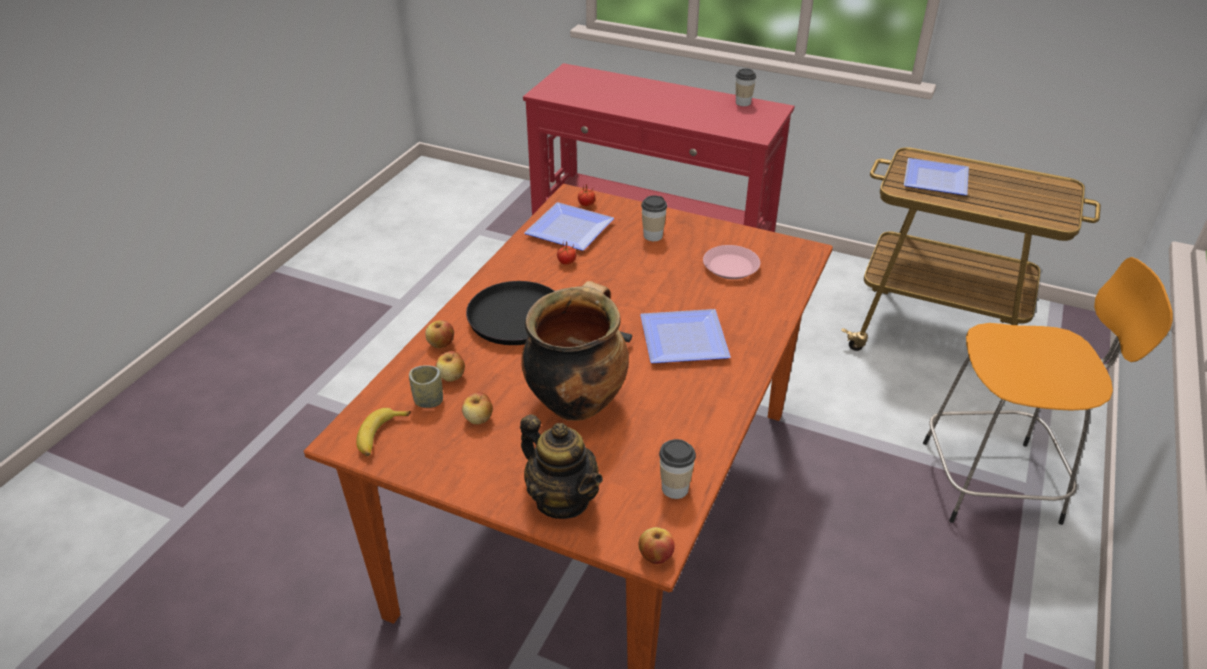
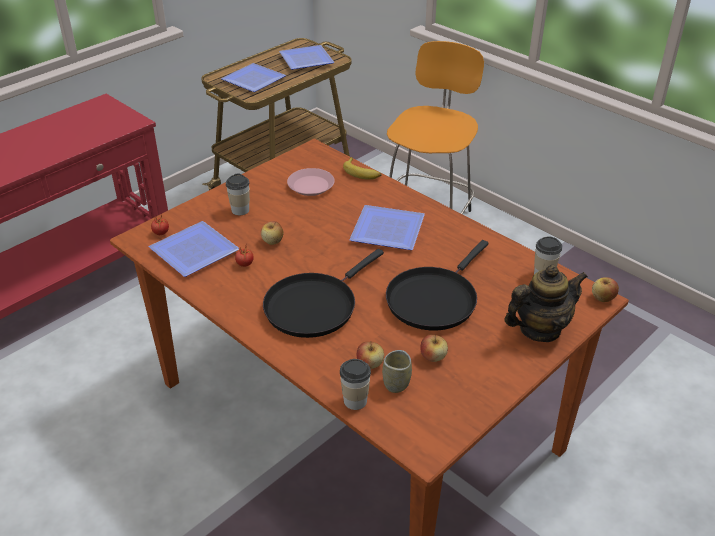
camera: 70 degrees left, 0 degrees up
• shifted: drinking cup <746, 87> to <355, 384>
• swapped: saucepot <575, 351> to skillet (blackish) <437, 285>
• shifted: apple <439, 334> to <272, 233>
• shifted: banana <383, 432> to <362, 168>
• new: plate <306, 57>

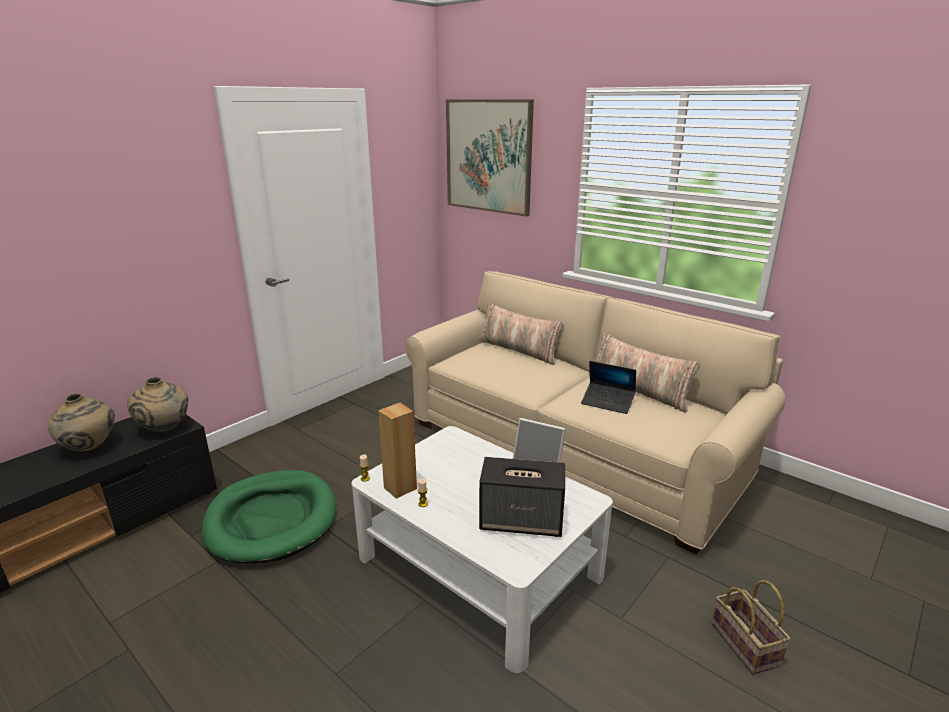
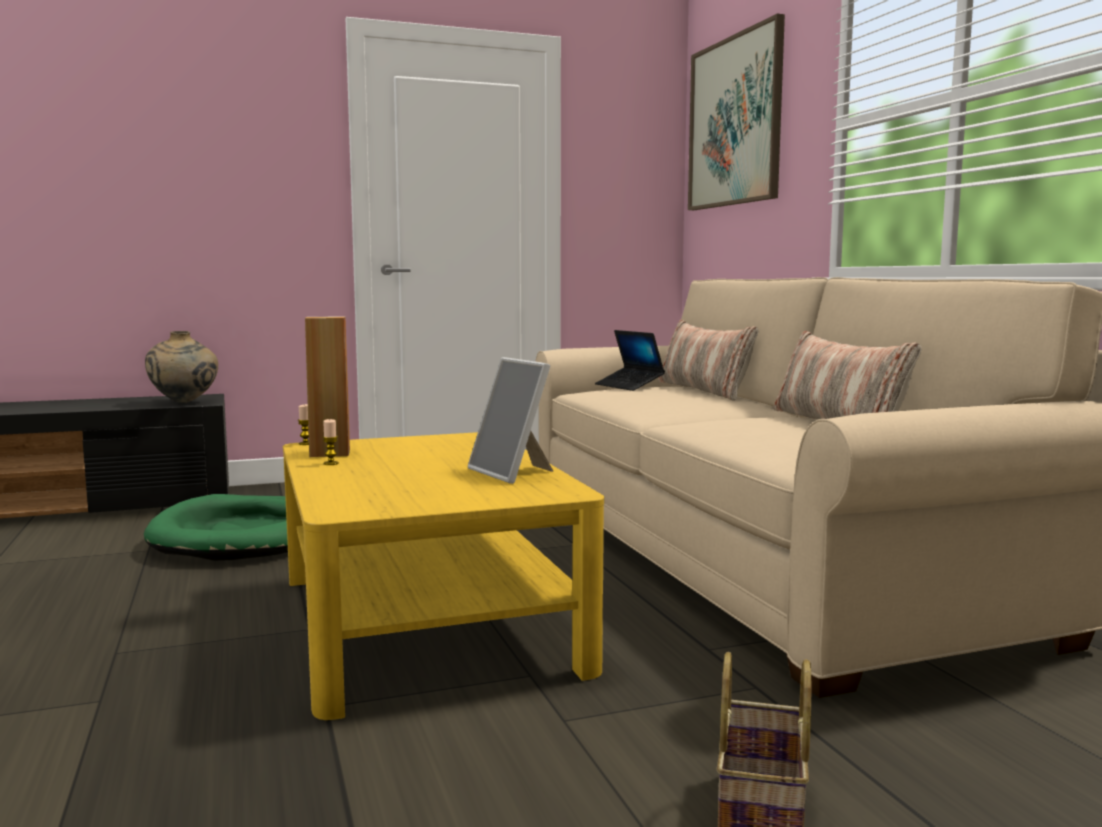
camera: 30 degrees right, 15 degrees down
• shifted: notebook computer <608, 387> to <630, 360>
• gone: decorative vase (sand-coloured) <81, 422>
• repainted: low table (white) <482, 549> to low table (yellow-coloured) <443, 576>
• gone: speaker <522, 497>

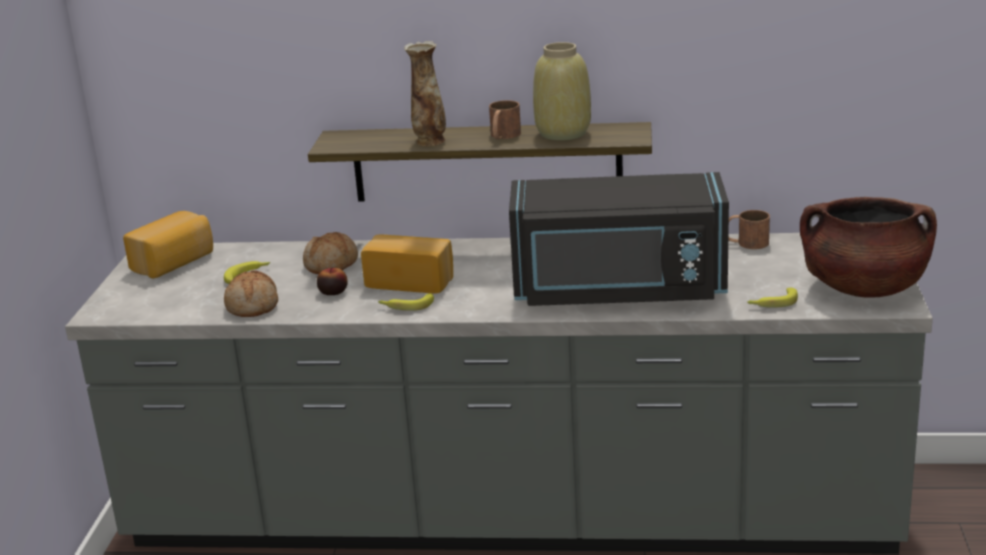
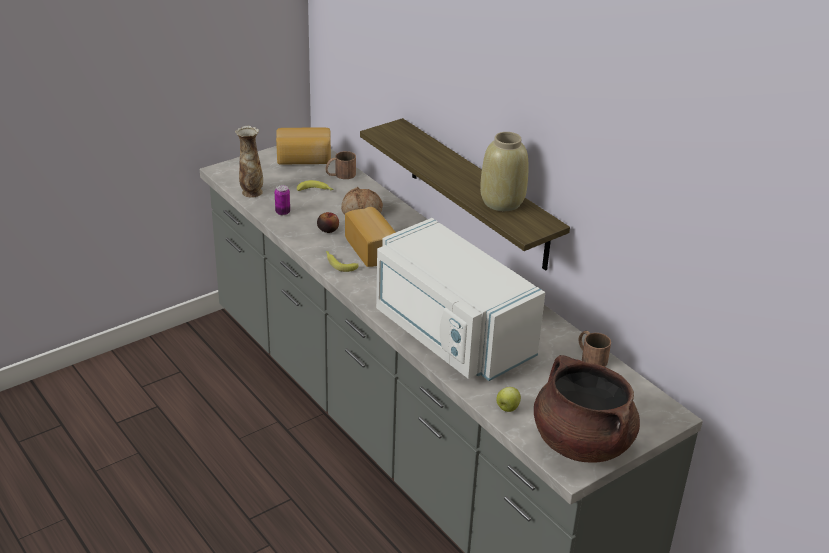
camera: 45 degrees right, 10 degrees up
• shifted: decorative vase <425, 93> to <249, 162>
• shifted: coffee mug (brownish) <505, 120> to <341, 165>
• repainted: kitchen microwave (blackish) <619, 239> to kitchen microwave (white) <460, 299>
• swapped: bread <251, 293> to sealed can <282, 200>
• swapped: banana <772, 298> to apple <508, 399>

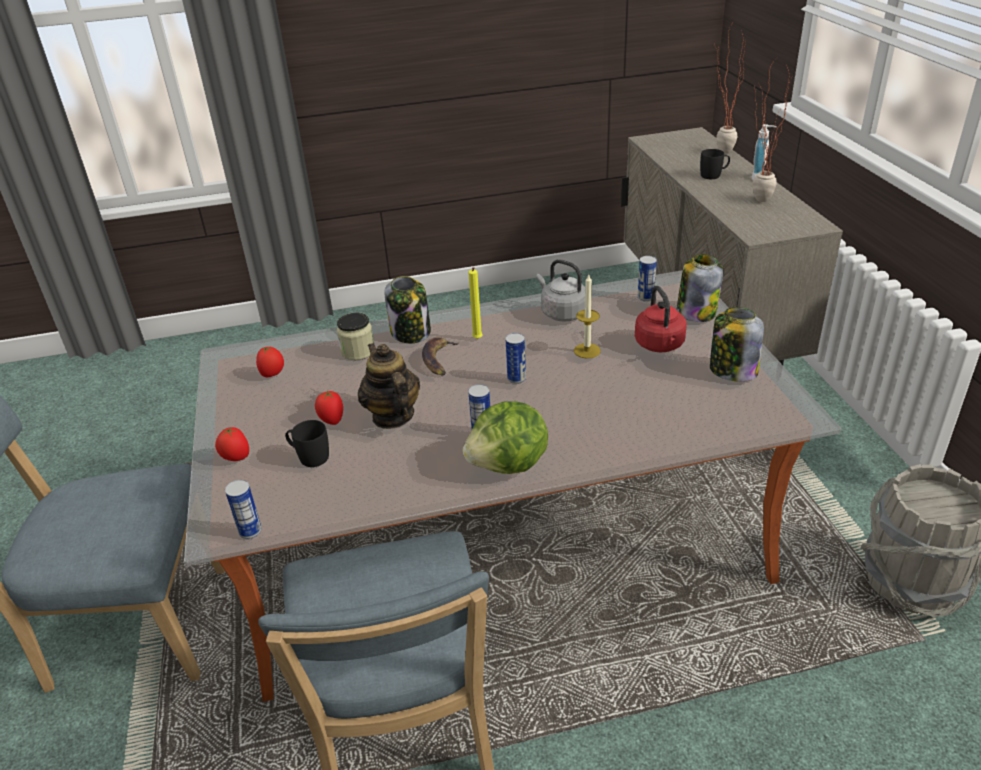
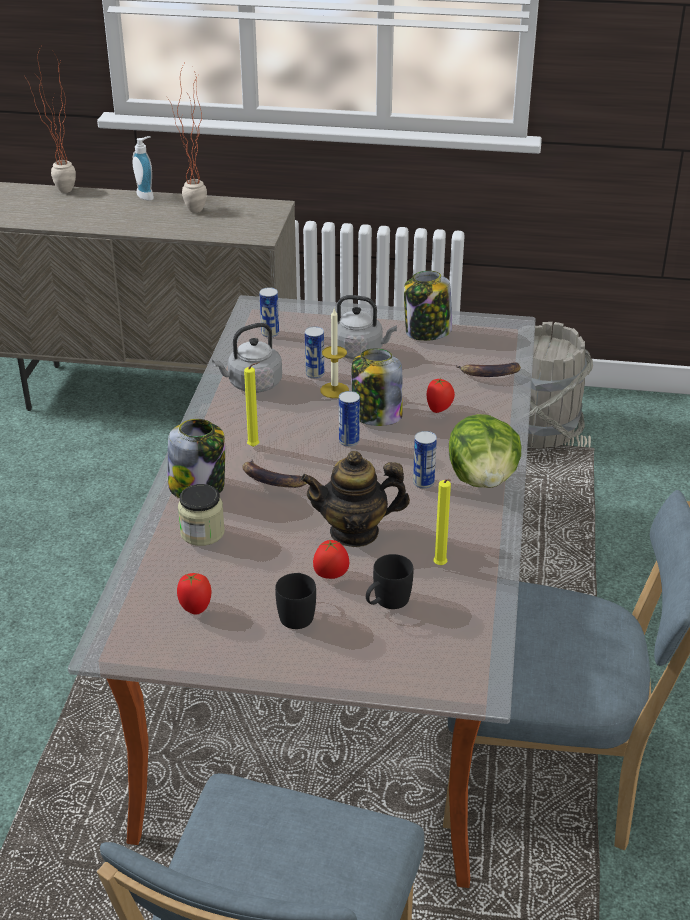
camera: 70 degrees left, 0 degrees up
• shifted: coffee mug (blackish) <715, 164> to <295, 601>
• shifted: storage jar <700, 288> to <377, 387>
• repainted: kettle (red) <661, 319> to kettle (greyish) <367, 327>
• shifted: tomato <232, 443> to <441, 395>
• shifted: sealed can <243, 509> to <314, 352>
• new: banana <488, 369>
• new: wax candle (yellow-coloured) <442, 522>

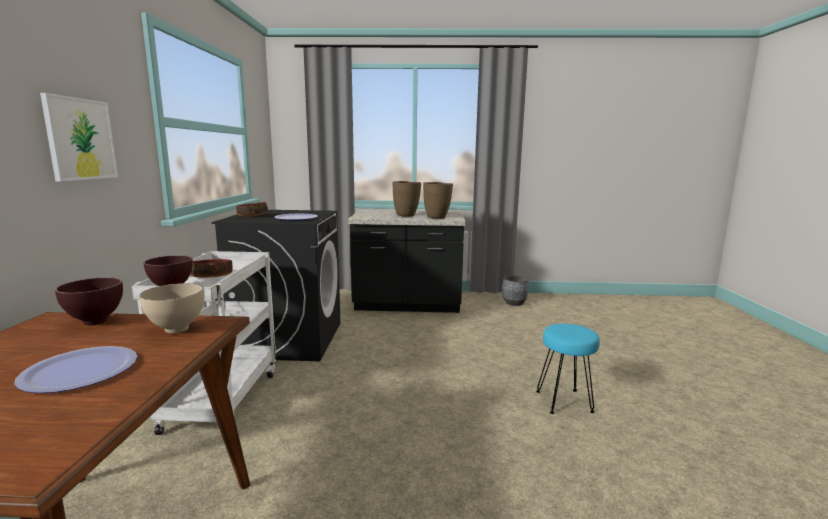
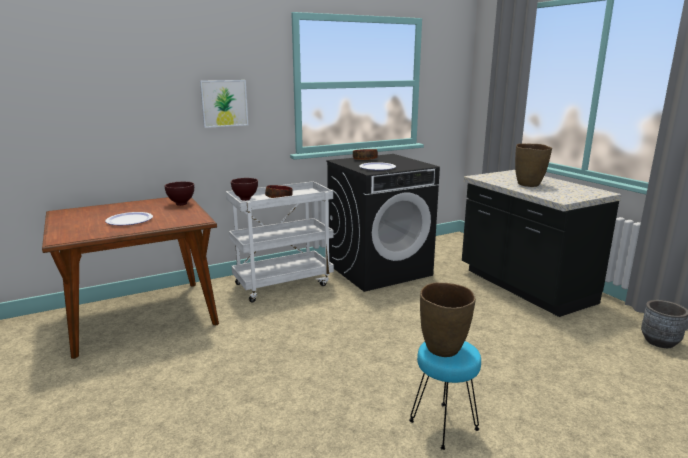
camera: 60 degrees right, 5 degrees up
• shifted: decorative vase (brownish) <438, 200> to <448, 319>
• gone: bowl (sand-coloured) <172, 308>

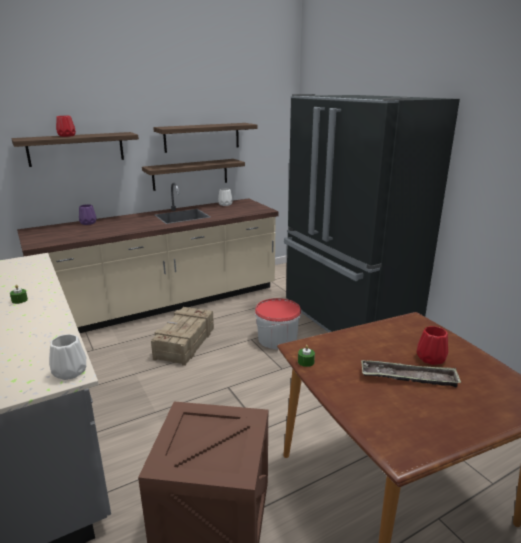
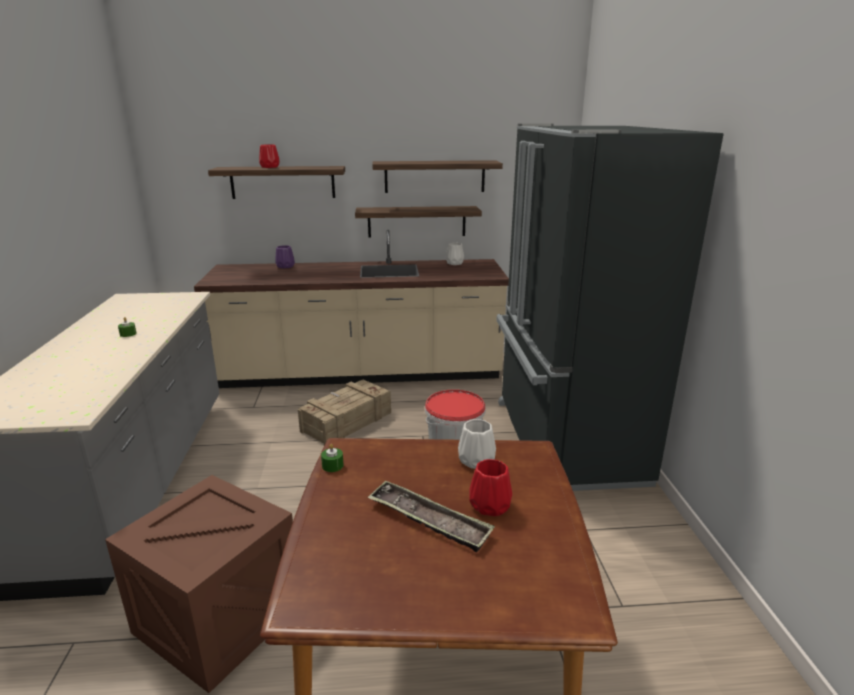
camera: 25 degrees right, 0 degrees up
• shifted: decorative vase (white) <67, 357> to <477, 444>

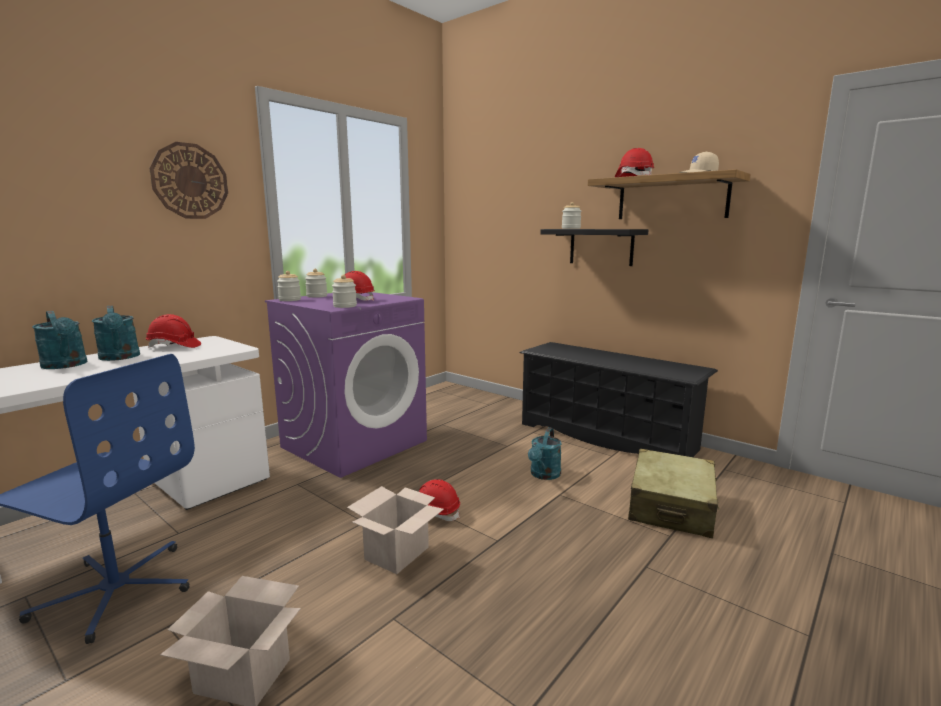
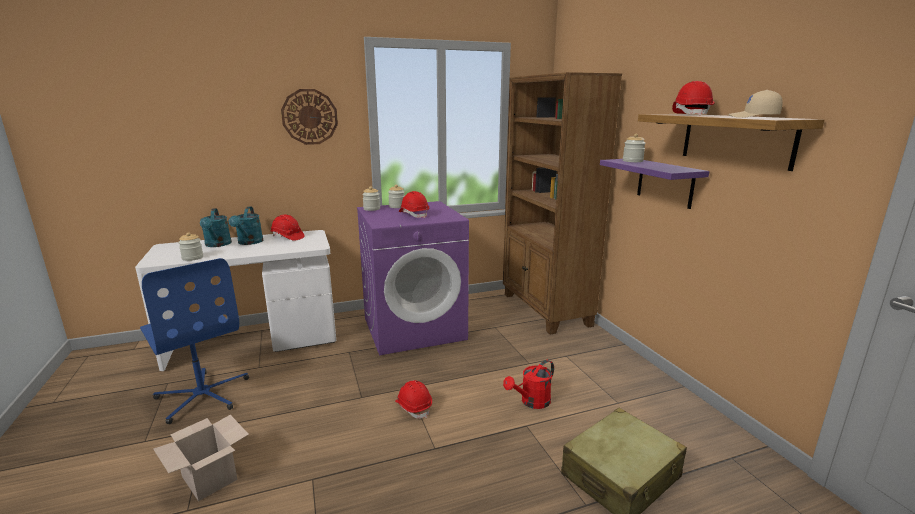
camera: 30 degrees right, 5 degrees up
• repainted: bracket shelf (blackish) <594, 247> to bracket shelf (purple) <654, 184>
• shifted: storage jar <344, 291> to <190, 246>
• gone: shoe shelf (blackish) <618, 399>
• repainted: sprinkling can (blue-green) <545, 453> to sprinkling can (red) <528, 384>
• gone: packing box <395, 530>
• new: bookcase (brownish) <562, 203>

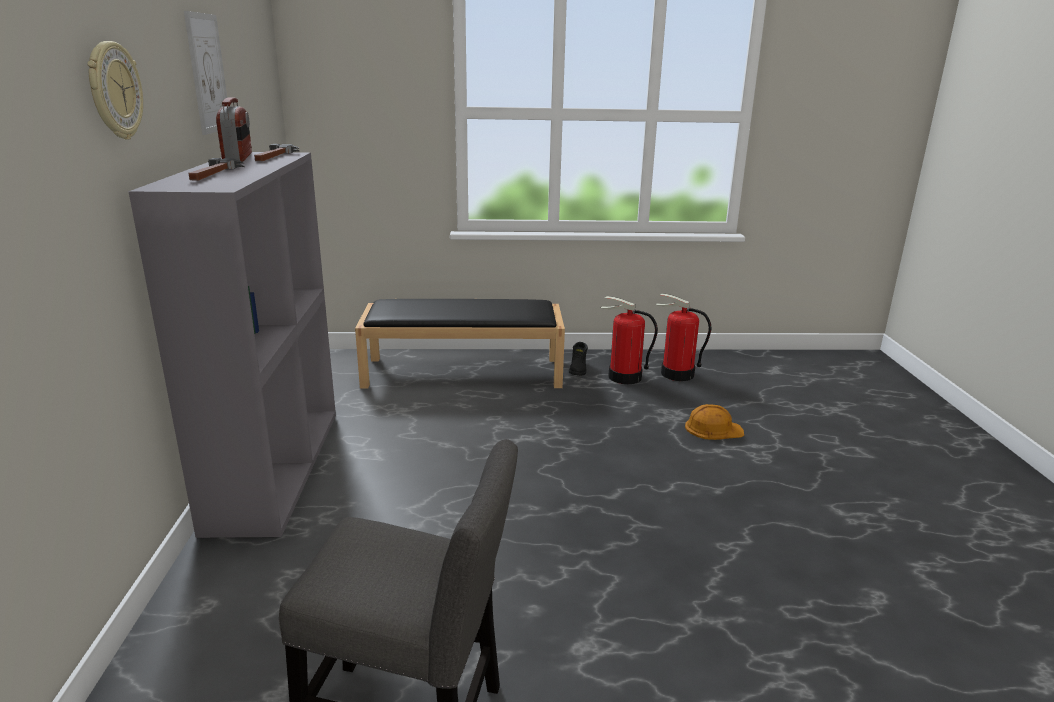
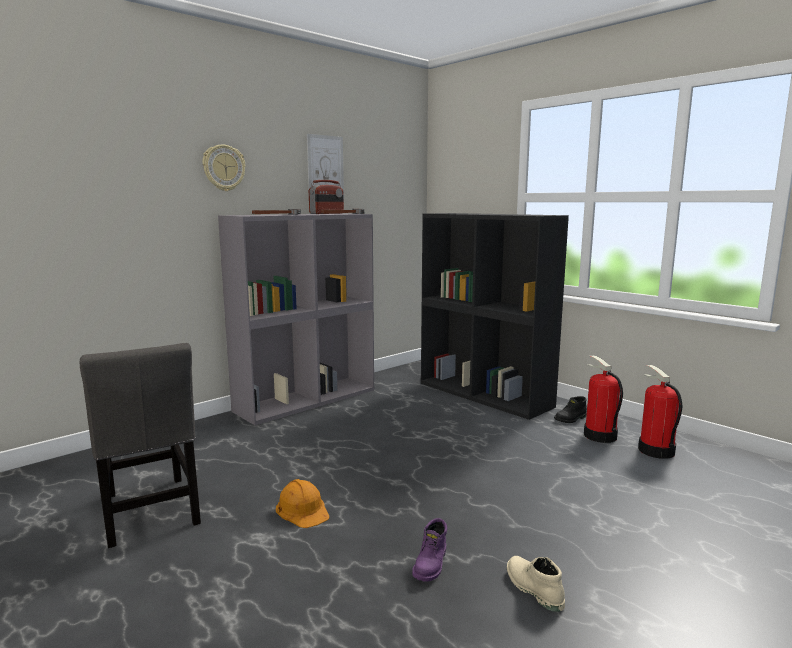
camera: 50 degrees right, 10 degrees down
• swapped: indoor bench (blackish) <460, 343> to bookcase (blackish) <495, 316>
• shifted: safety helmet (orange) <714, 422> to <303, 503>
• new: high-top boot (purple) <429, 550>
• new: high-top boot (sand-coloured) <536, 584>

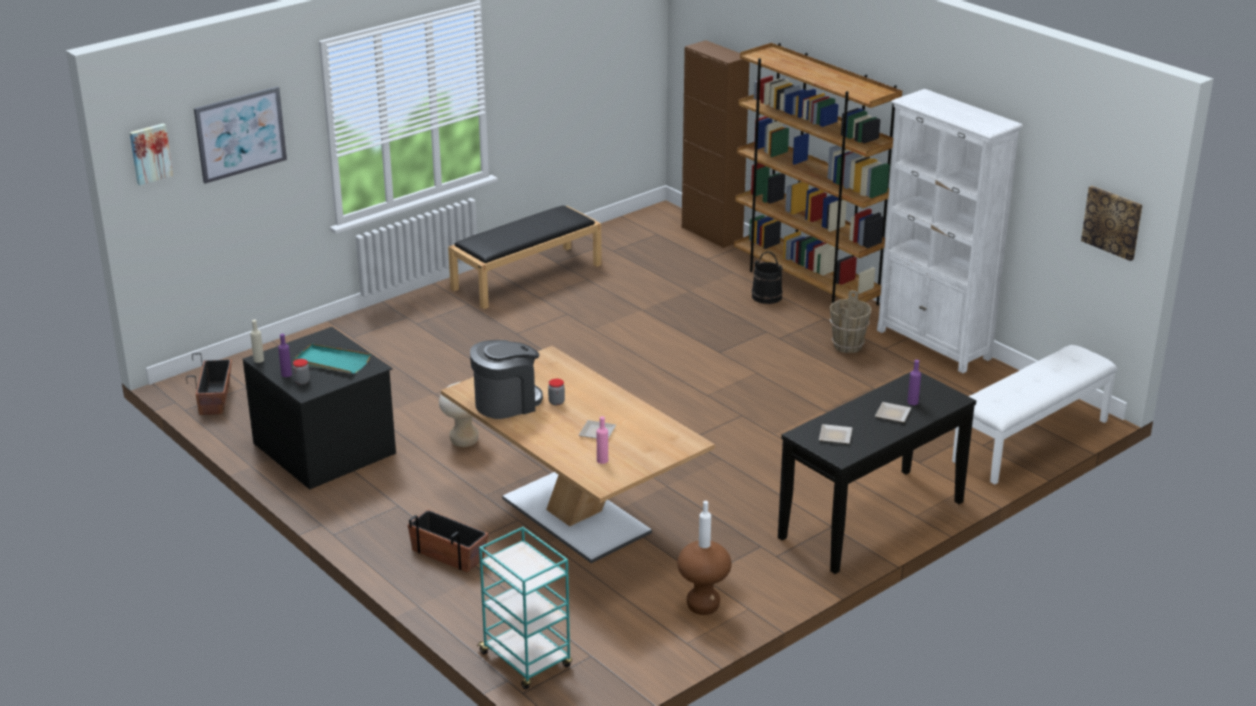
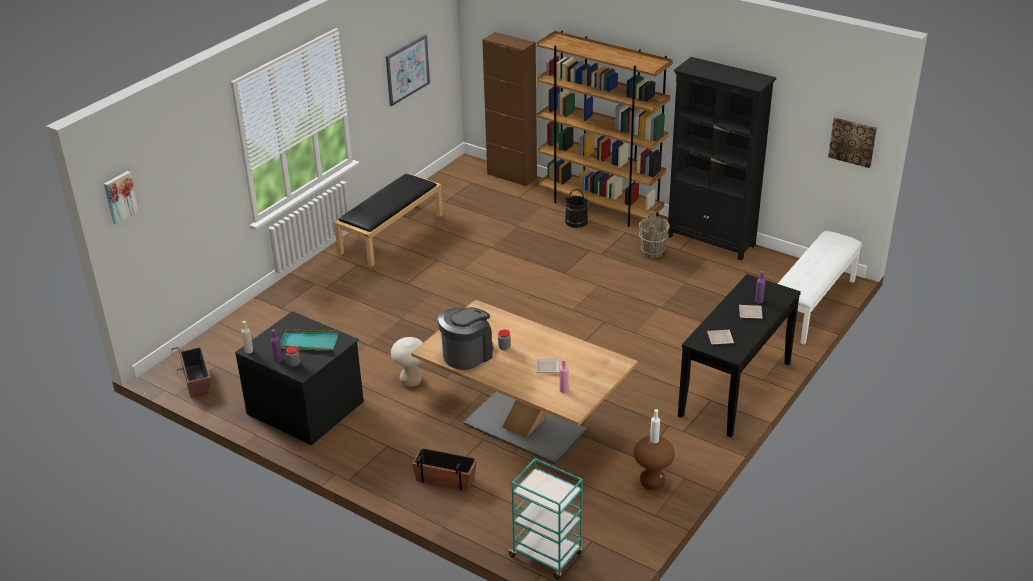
camera: 15 degrees left, 5 degrees up
• shifted: wall art <240, 135> to <408, 70>
• repainted: bookcase (white) <950, 231> to bookcase (blackish) <722, 158>

